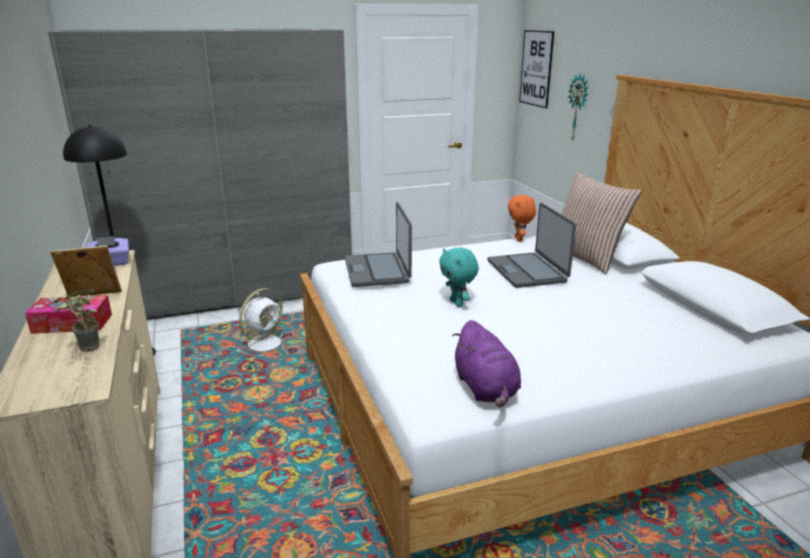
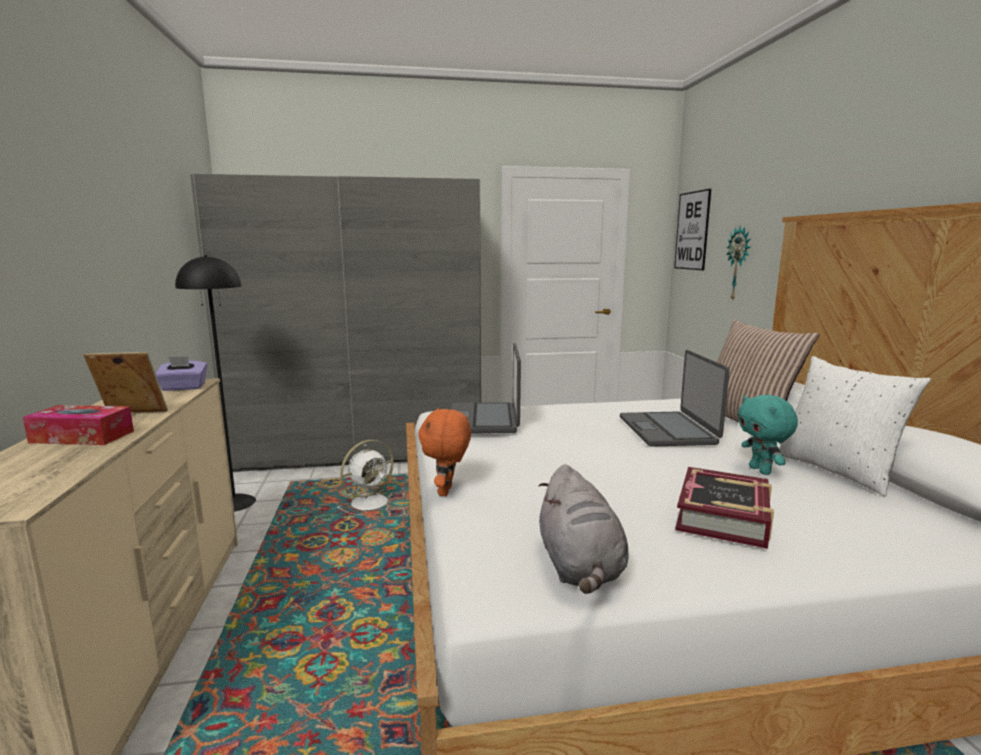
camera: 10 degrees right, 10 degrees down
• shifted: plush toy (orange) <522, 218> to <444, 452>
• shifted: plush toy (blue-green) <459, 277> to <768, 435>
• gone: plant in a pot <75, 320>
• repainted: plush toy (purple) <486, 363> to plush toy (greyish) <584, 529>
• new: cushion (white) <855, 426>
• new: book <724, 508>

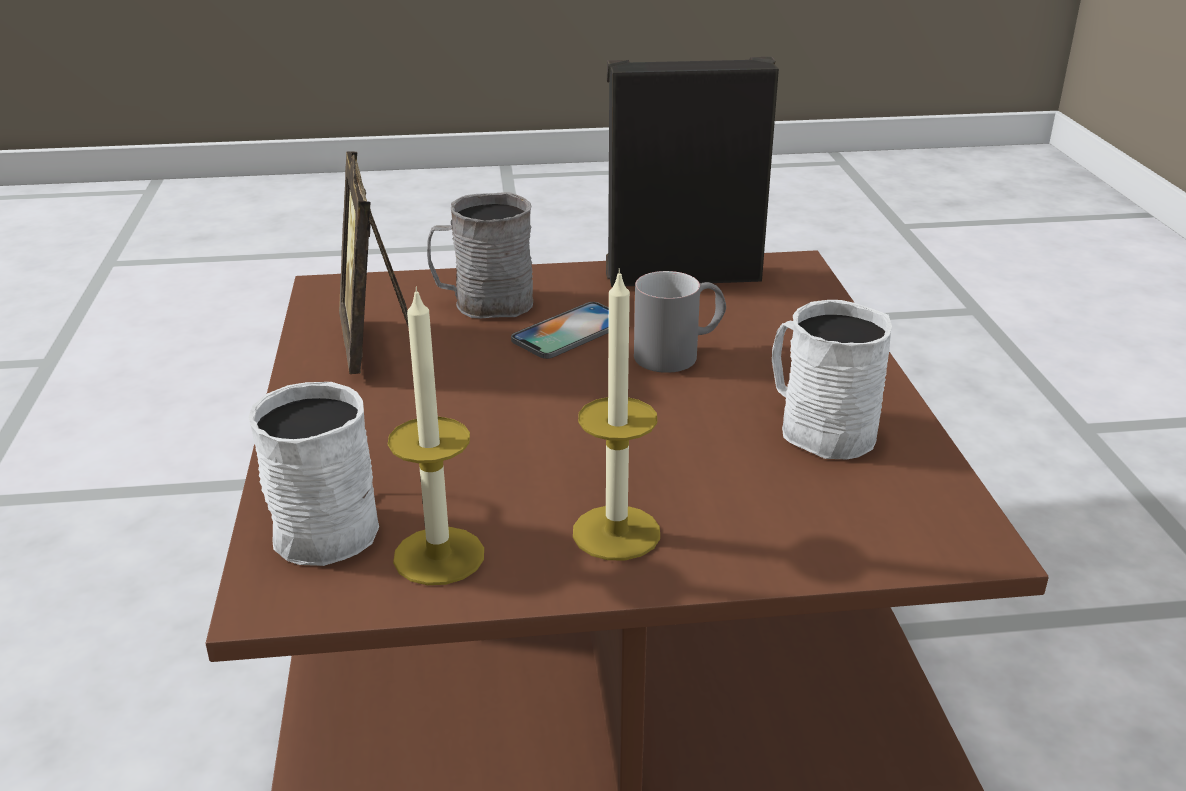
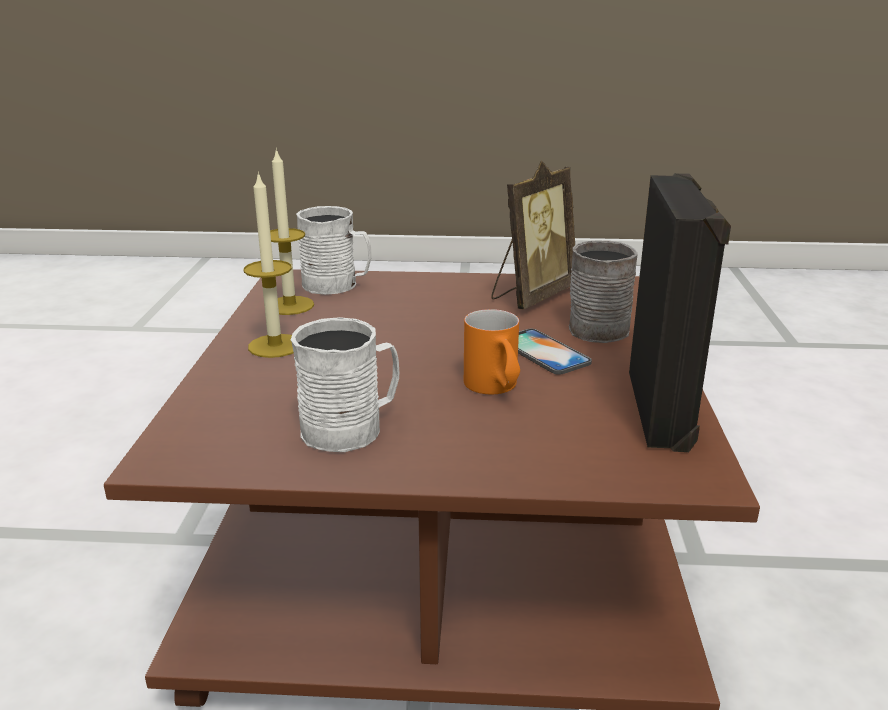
camera: 100 degrees right, 5 degrees down
• rotated: picture frame <374, 262> = <533, 235> 135 degrees clockwise
• repainted: coffee mug (greyish) <680, 322> to coffee mug (orange) <492, 352>

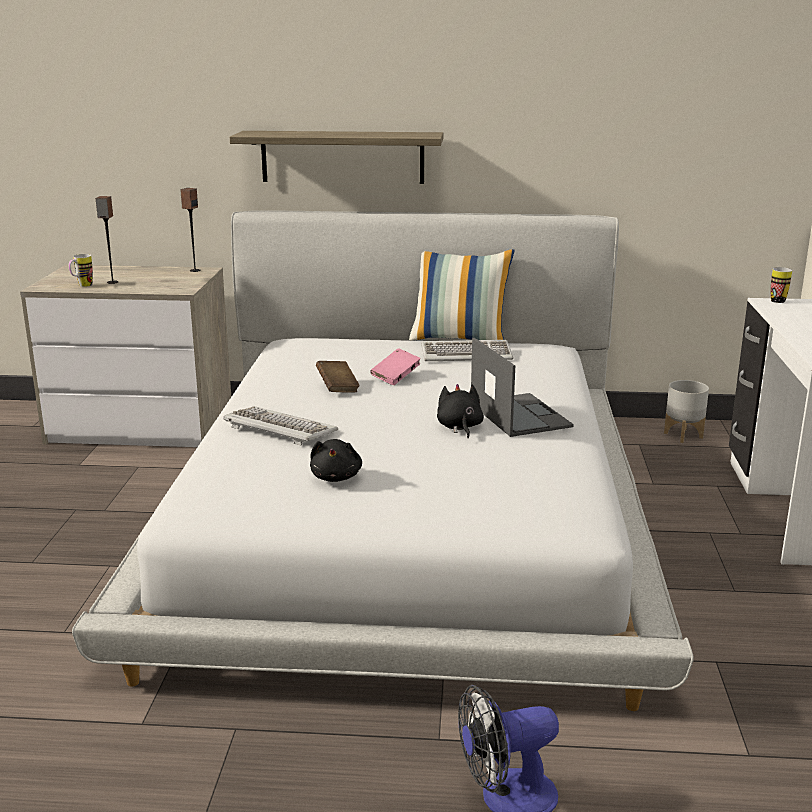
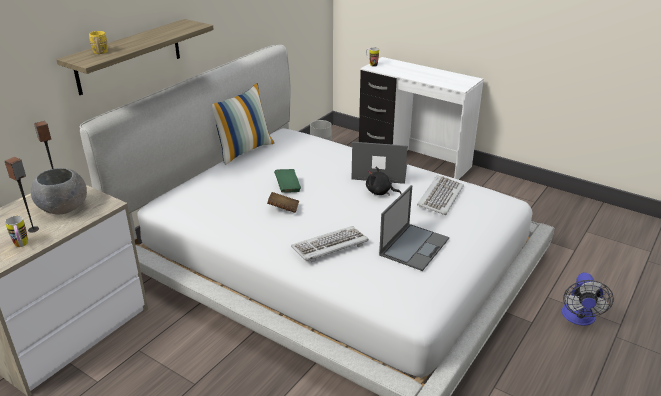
camera: 60 degrees left, 10 degrees up
• shifted: PC keyboard <467, 350> to <440, 195>
• repainted: book (pinkish) <395, 366> to book (greenish) <287, 181>
• swapped: plush toy (blackish) <336, 460> to notebook computer <414, 228>
• new: coffee mug (yellow-coloured) <98, 42>
• new: bowl (greyish) <59, 191>

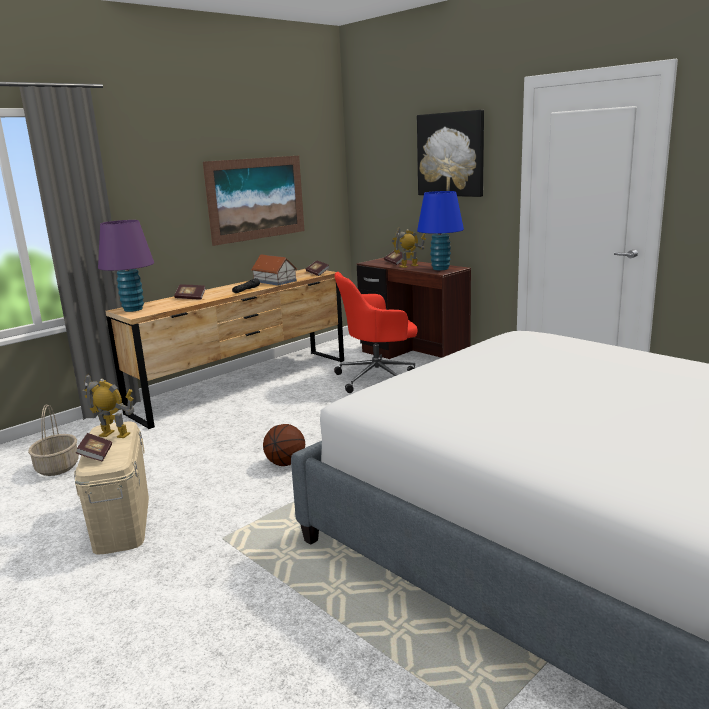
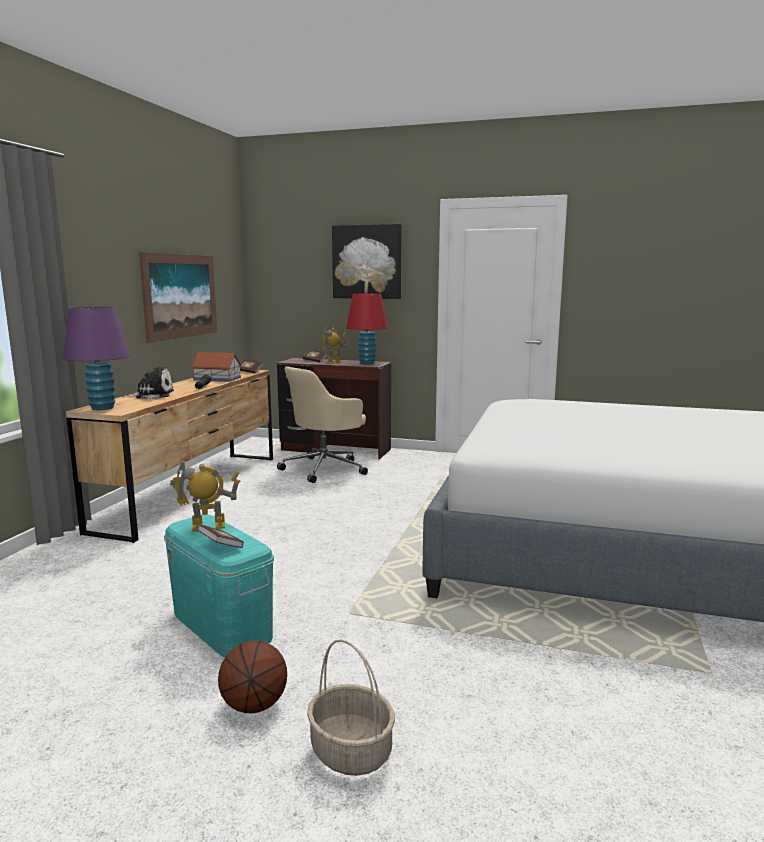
camera: 30 degrees left, 5 degrees down
• repainted: lamp for a table (bluish) <440, 230> to lamp for a table (red) <367, 329>
• repainted: computer chair (red) <375, 332> to computer chair (sand-coloured) <322, 425>
• swapped: book <190, 292> to plush toy <148, 383>
• shifted: basket <53, 440> to <351, 708>
• repainted: storage container (sand-coloured) <111, 488> to storage container (blue-green) <219, 586>
• shifted: ball for basketball <284, 445> to <252, 676>

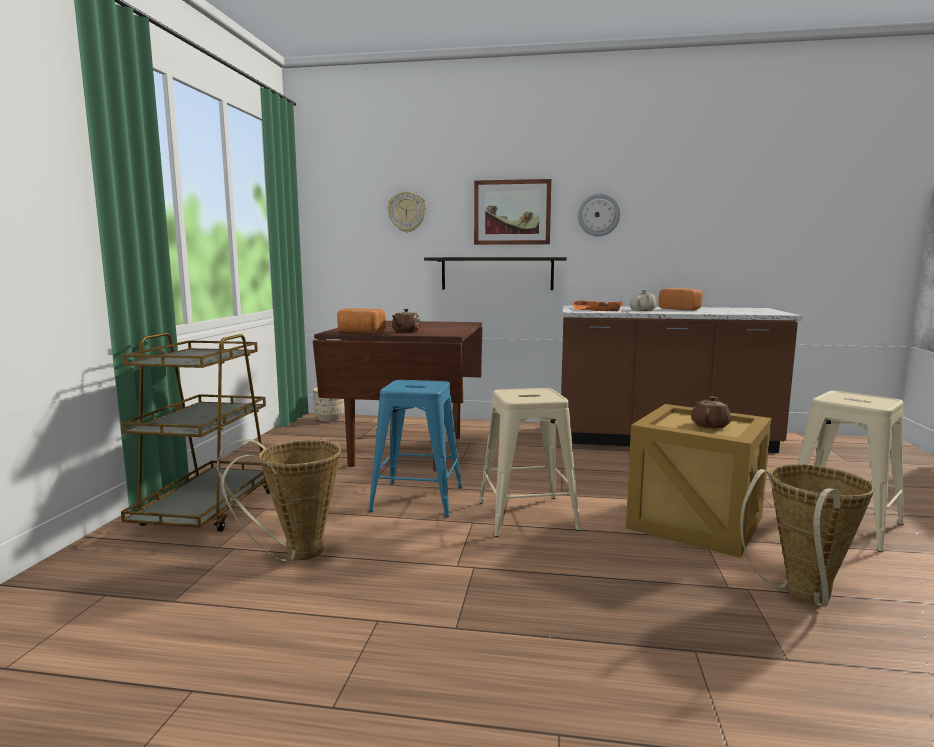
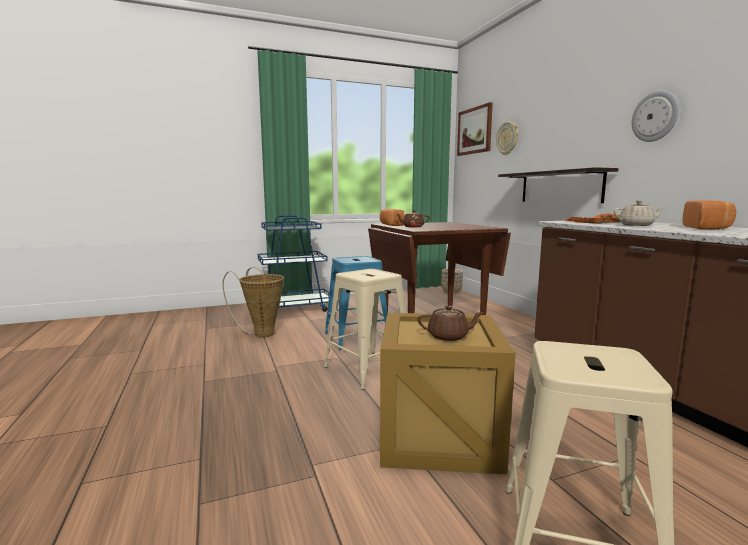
camera: 60 degrees right, 0 degrees up
• shifted: wall art <513, 212> to <475, 129>
• repainted: trolley (brownish) <195, 432> to trolley (bluish) <293, 263>
• gone: basket <807, 535>

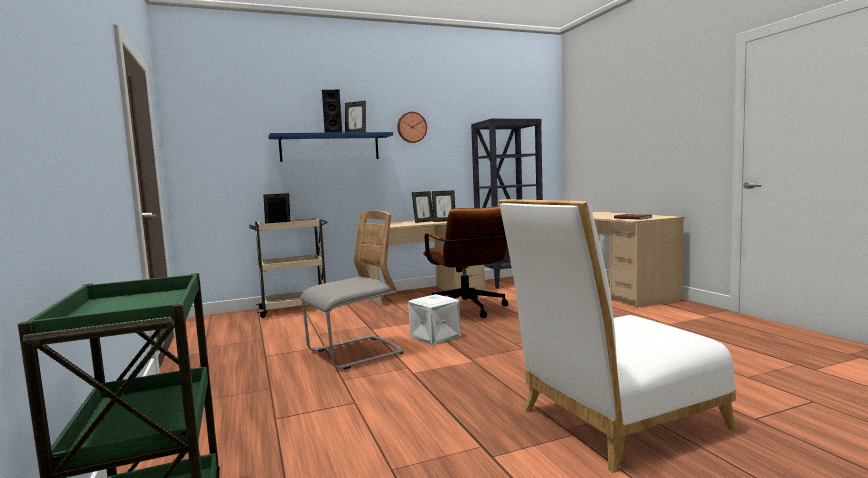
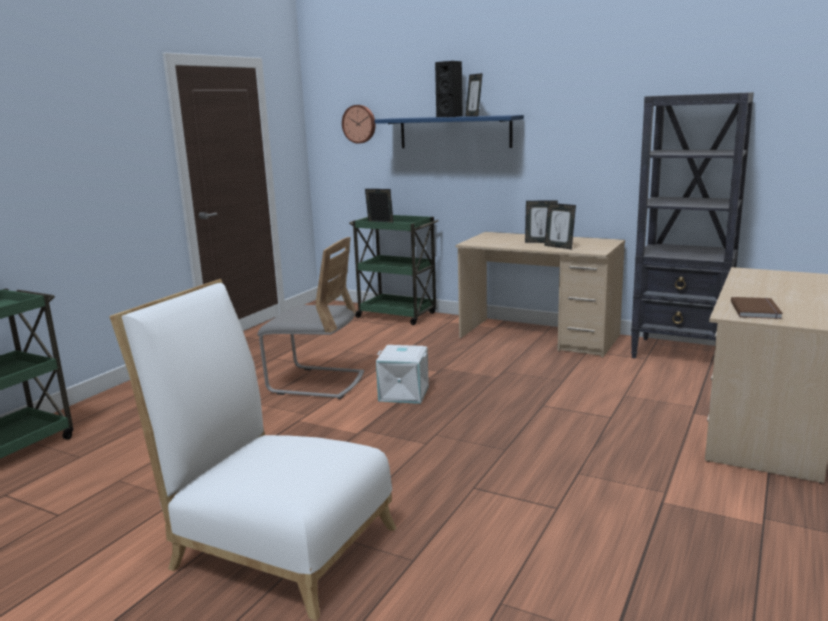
camera: 50 degrees right, 10 degrees up
• shifted: hanging clock <412, 127> to <359, 124>
• gone: computer chair (brownish) <465, 262>
• repainted: trolley (sand-coloured) <288, 268> to trolley (greenish) <393, 270>

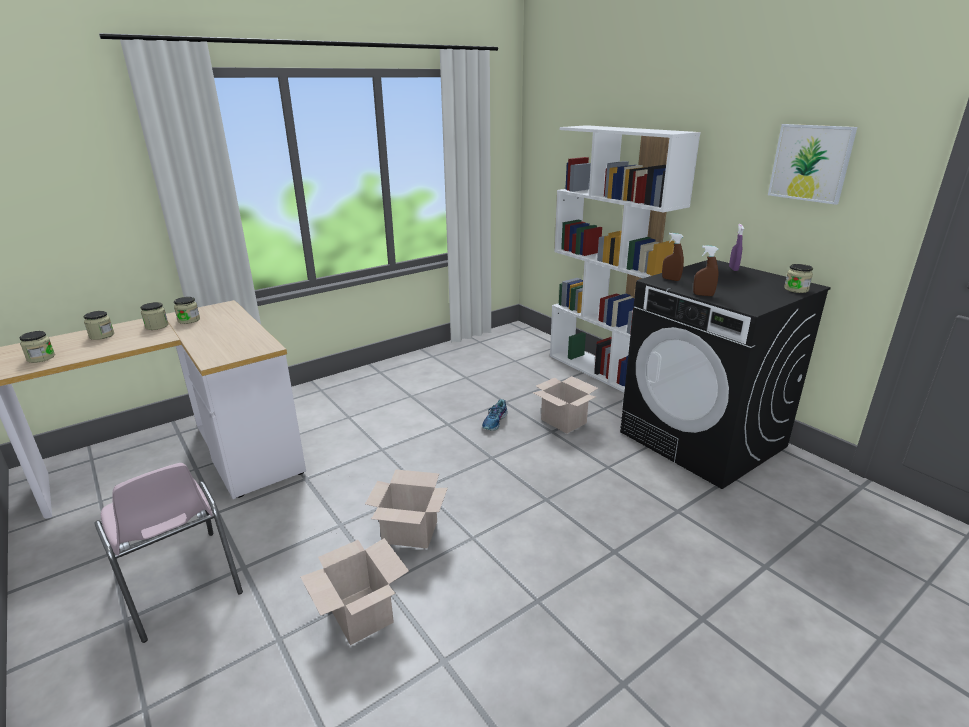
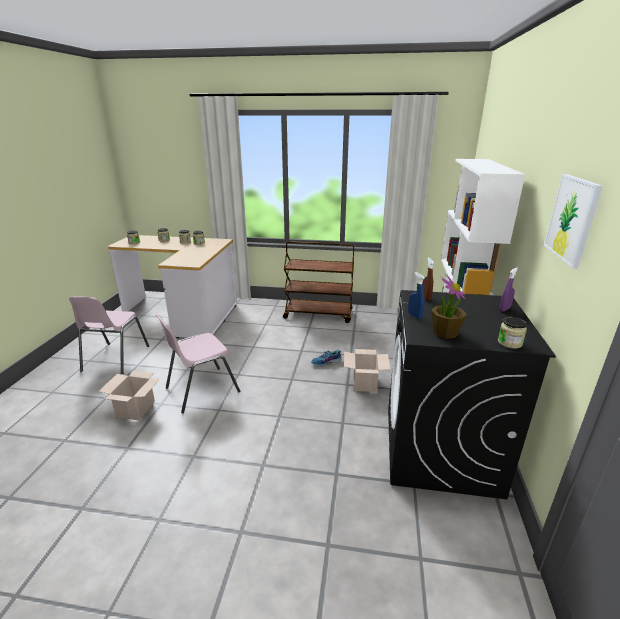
camera: 45 degrees right, 0 degrees up
• repainted: spray bottle (brownish) <706, 270> to spray bottle (bluish) <416, 295>
• swapped: packing box <406, 509> to plain chair (pinkish) <198, 363>
• new: trolley (brownish) <318, 282>
• new: plant in a pot <449, 307>

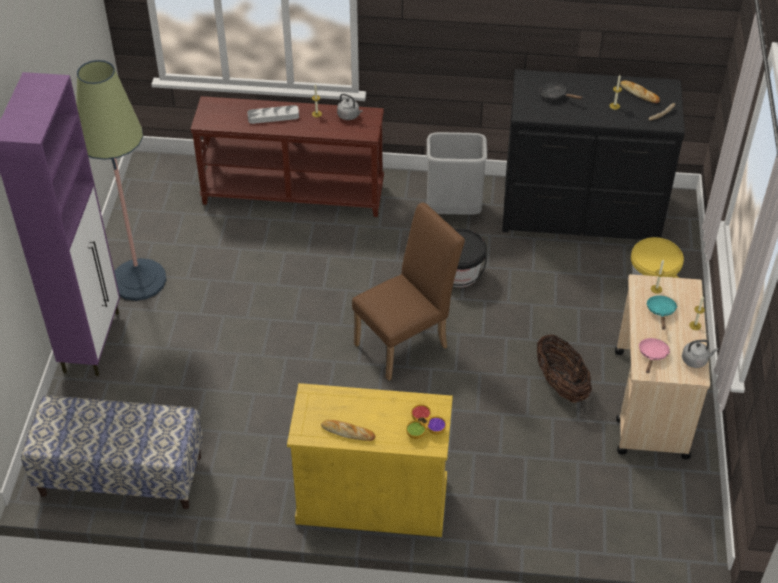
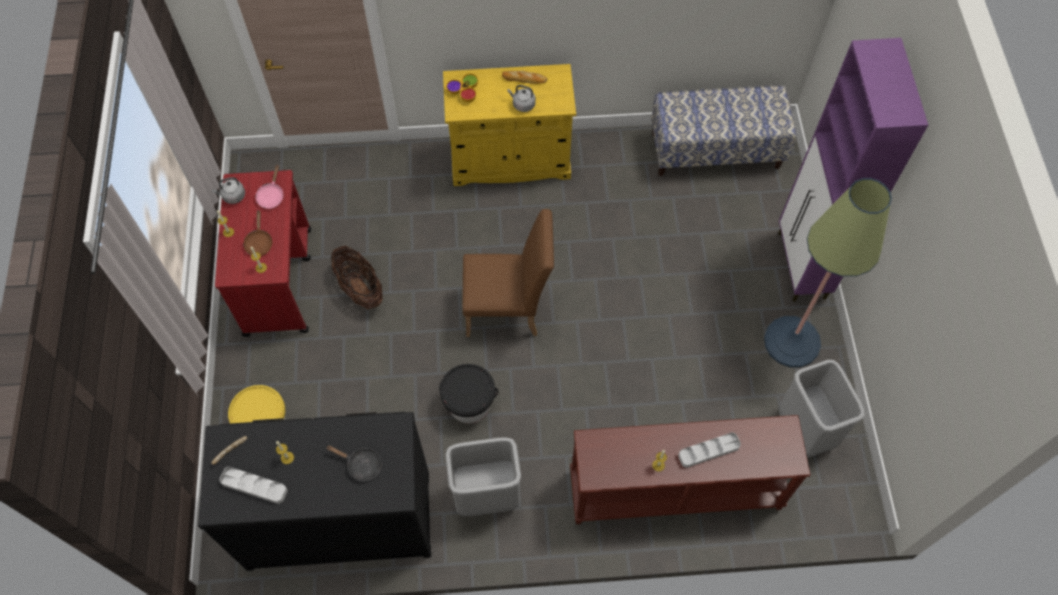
camera: 170 degrees right, 15 degrees up
• swapped: bread <640, 91> to carrying tray (greyish) <253, 485>
• shifted: kettle (greyish) <350, 107> to <522, 98>
• rotated: plain chair (brownish) <408, 292> = <508, 273> 135 degrees counterclockwise
• repainted: trolley (sand-coloured) <662, 366> to trolley (red) <263, 253>
• repainted: skillet (blue-green) <661, 312> to skillet (brownish) <258, 233>
• new: waste bin (greyish) <821, 408>

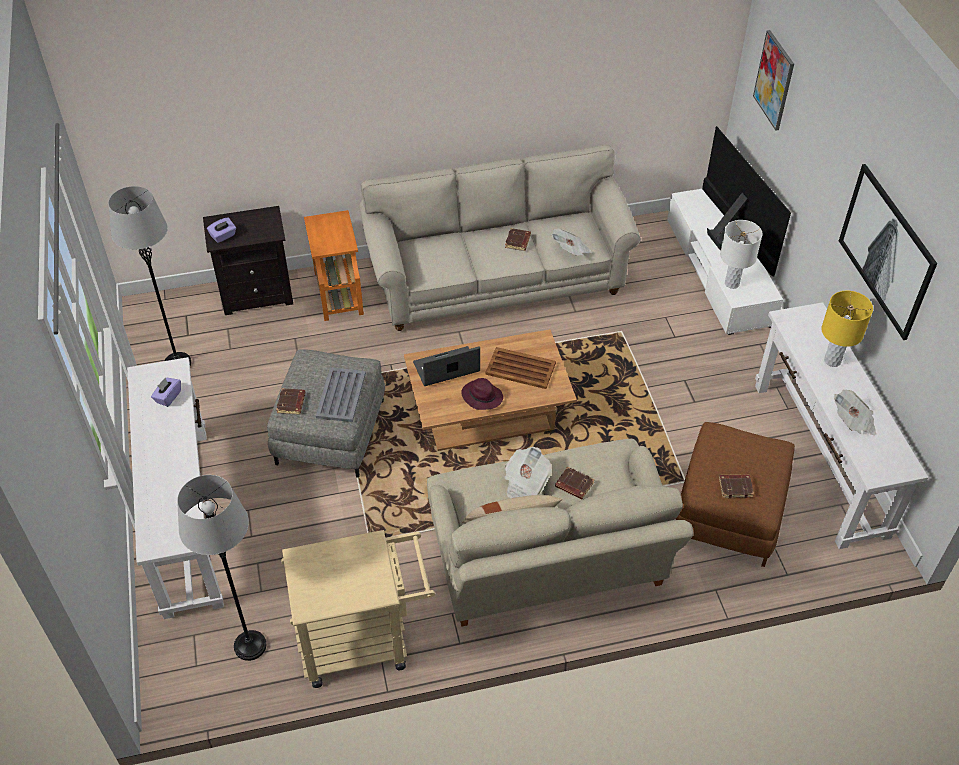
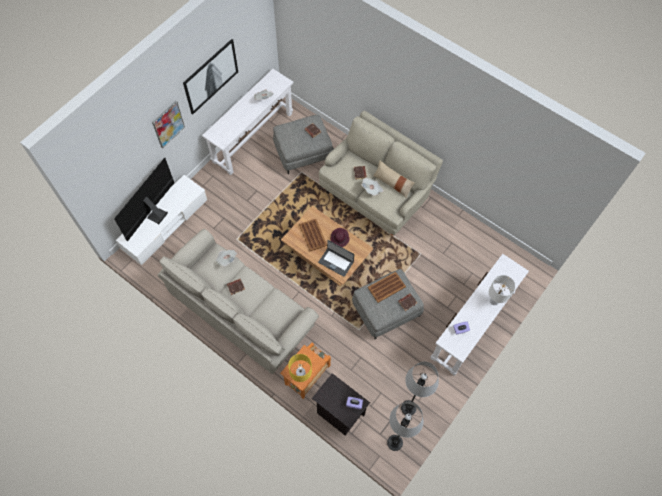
camera: 130 degrees left, 15 degrees up
• shifted: wall art <773, 80> to <168, 124>
• shifted: lamp for a table (white) <741, 254> to <502, 290>
• shifted: lamp for a table (yellow-coloured) <847, 329> to <300, 368>
• repainted: carrying tray (greyish) <341, 394> to carrying tray (brownish) <387, 287>
• repainted: pouffe (brownish) <735, 494> to pouffe (greyish) <303, 144>
• shifted: standing lamp (greyish) <222, 568> to <405, 426>
• gone: trolley (sand-coloured) <358, 609>

